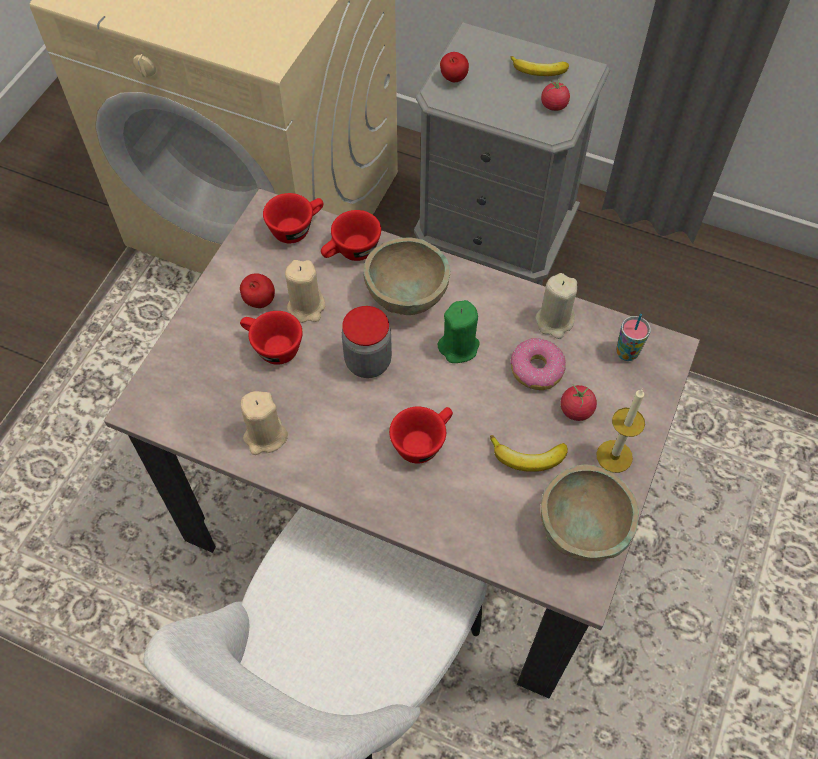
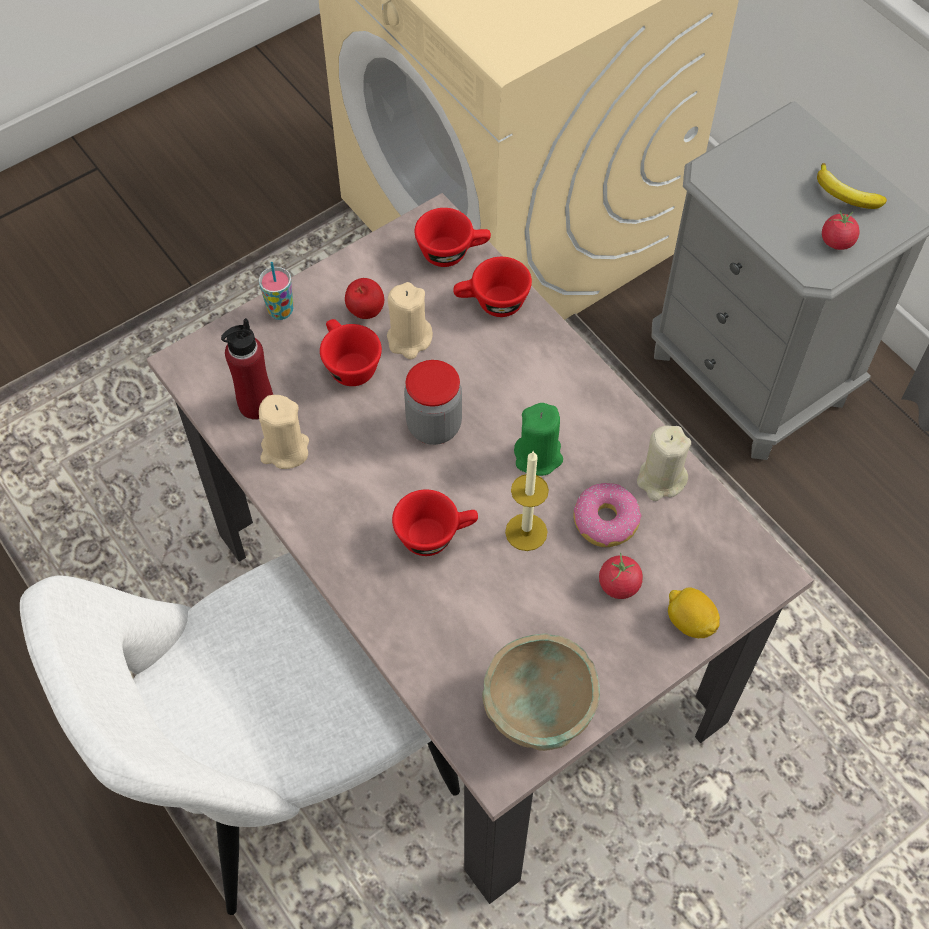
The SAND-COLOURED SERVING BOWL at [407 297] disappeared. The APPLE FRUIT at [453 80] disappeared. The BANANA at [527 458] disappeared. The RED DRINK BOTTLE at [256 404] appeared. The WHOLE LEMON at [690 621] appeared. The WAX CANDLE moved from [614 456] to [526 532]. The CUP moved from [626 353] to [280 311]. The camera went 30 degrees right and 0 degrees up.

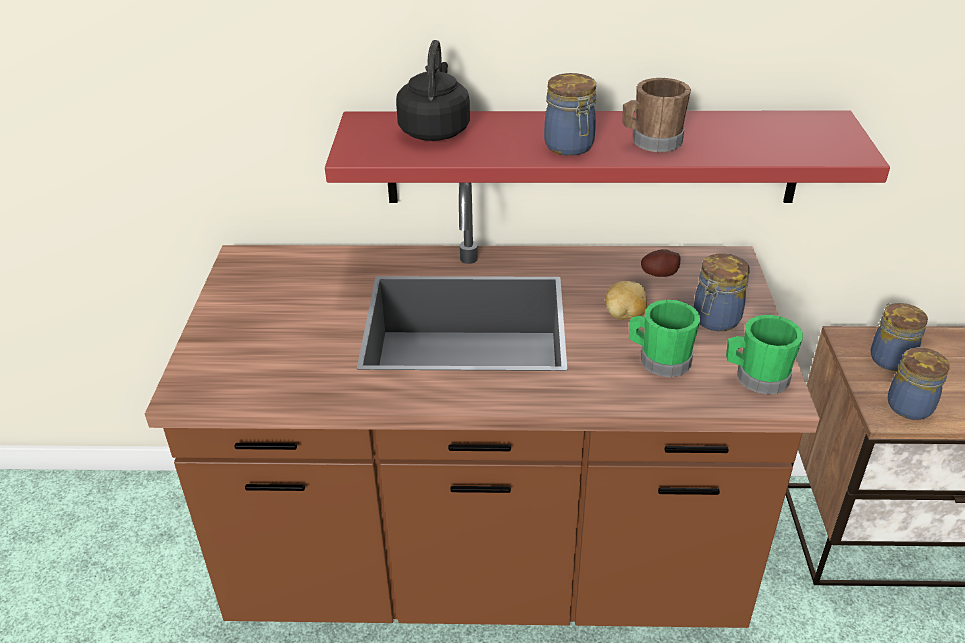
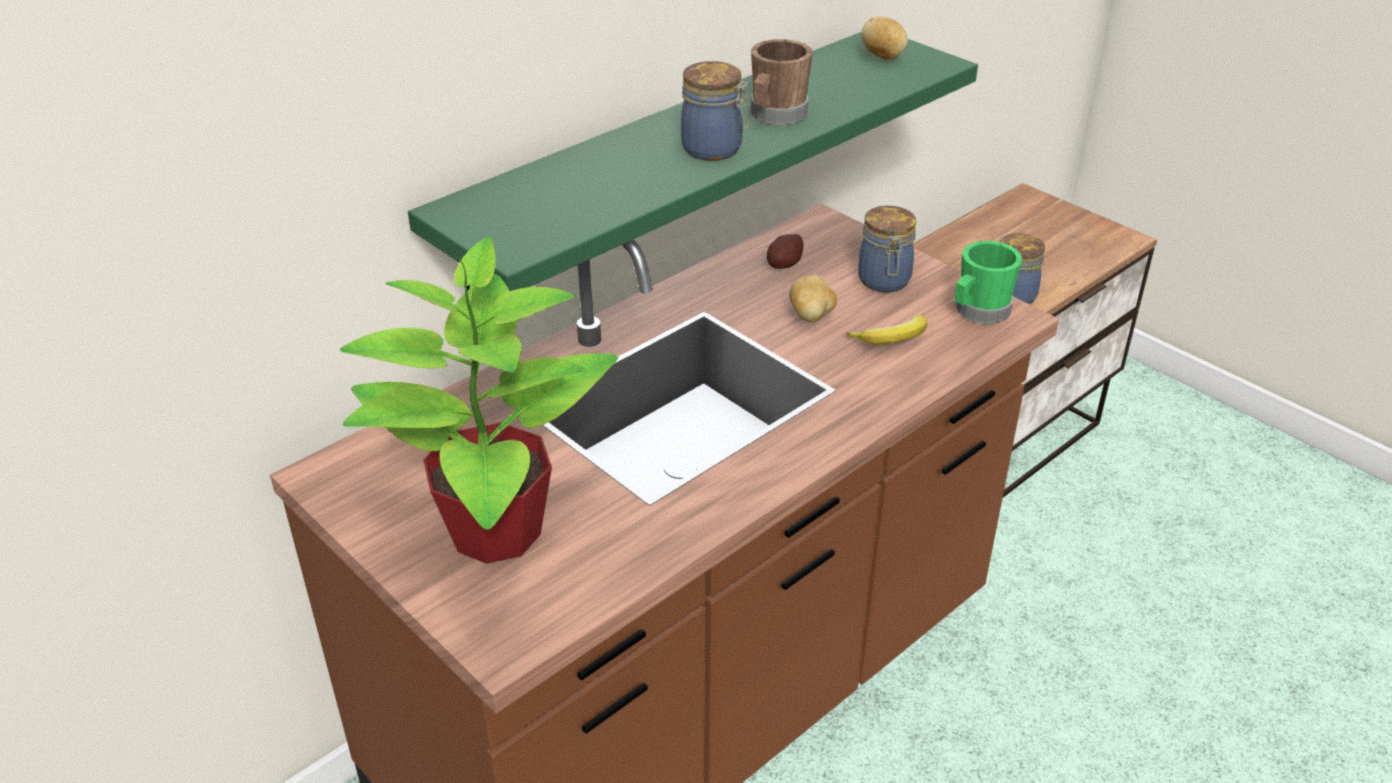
The BLACK-COLOURED KETTLE at [435 129] disappeared. The JAR at [889 358] disappeared. The PLANT IN A POT at [493 533] appeared. The WHOLE POTATO at [883 57] appeared. The GREENISH COFFEE MUG at [659 360] was replaced by the BANANA at [892 339]. The RED WALL SHELF at [592 157] became the GREENISH WALL SHELF at [672 163]. The camera went 45 degrees left and 0 degrees up.

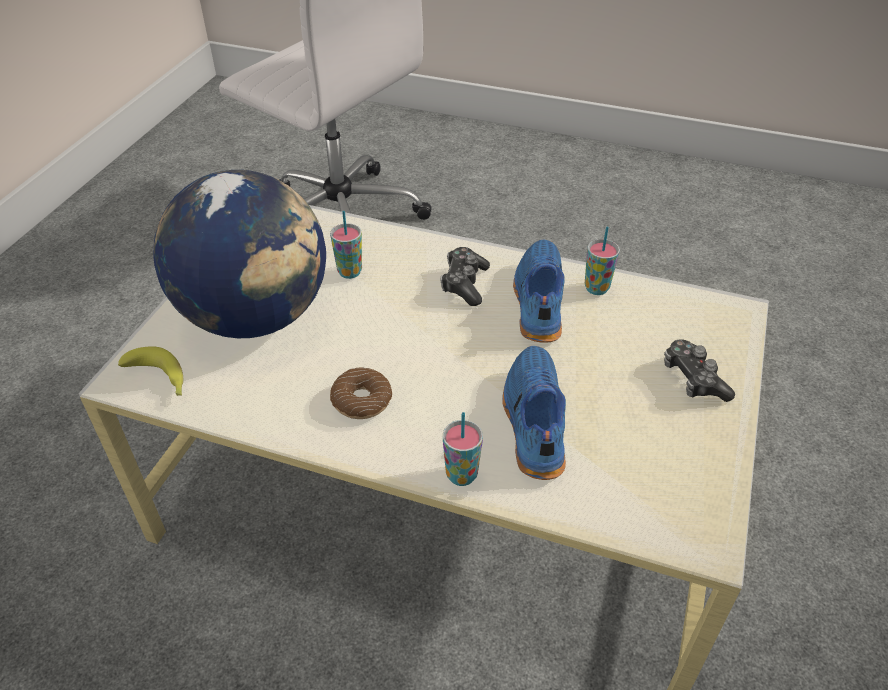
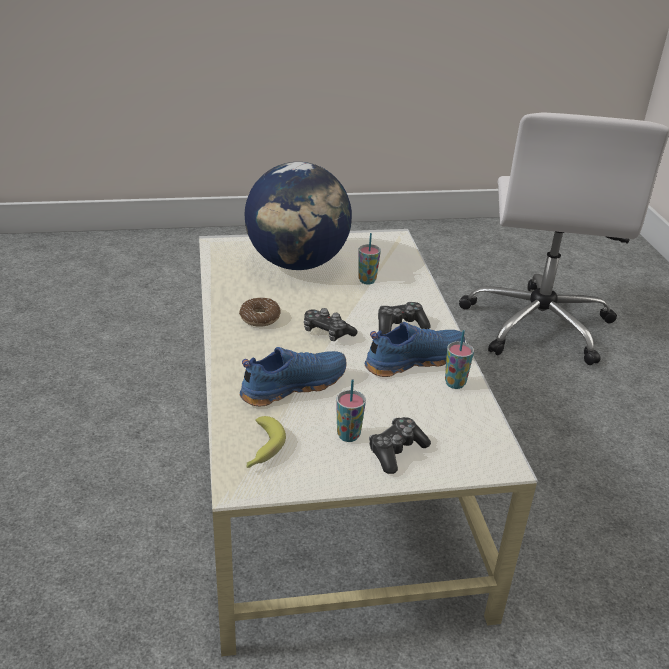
The GAMEPAD at [327 332] appeared. The BANANA moved from [159 379] to [261 449]. The CUP moved from [461 475] to [348 435]. The camera went 60 degrees right and 10 degrees down.

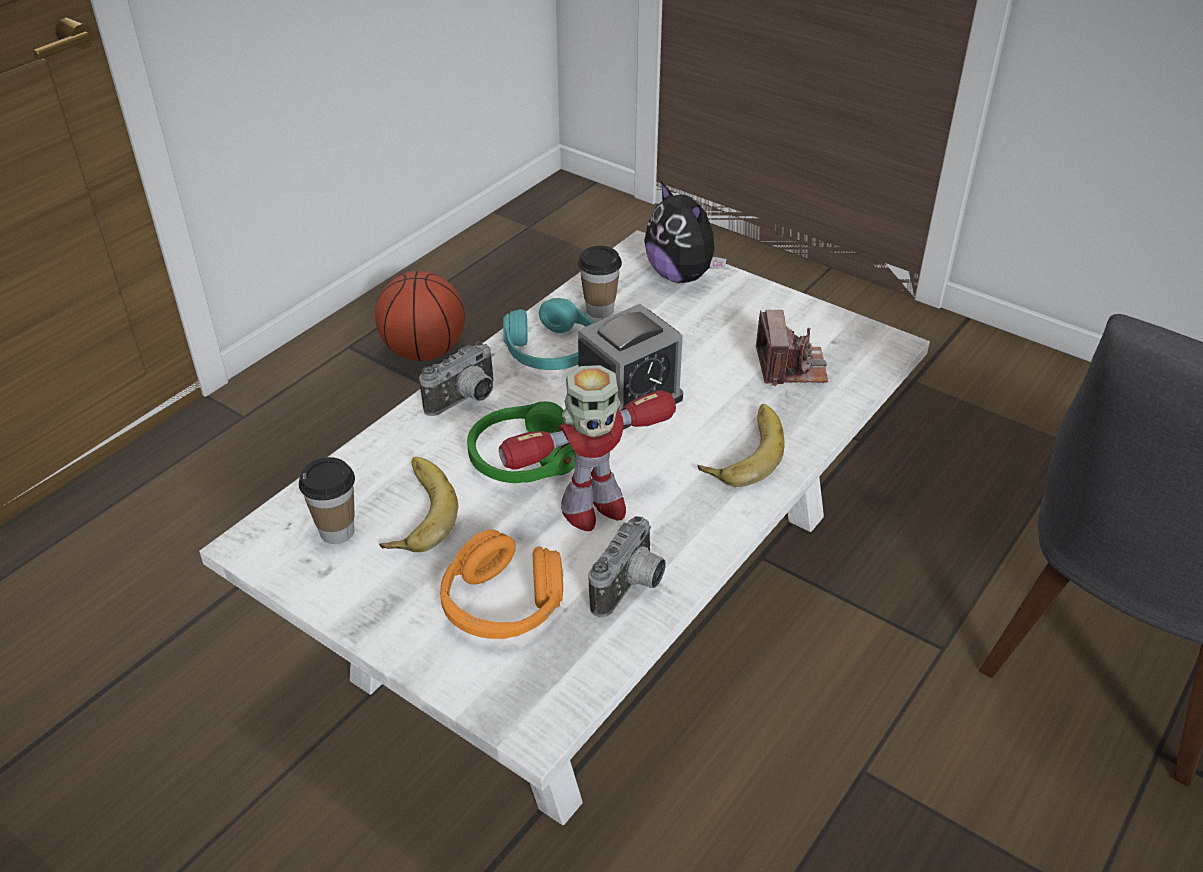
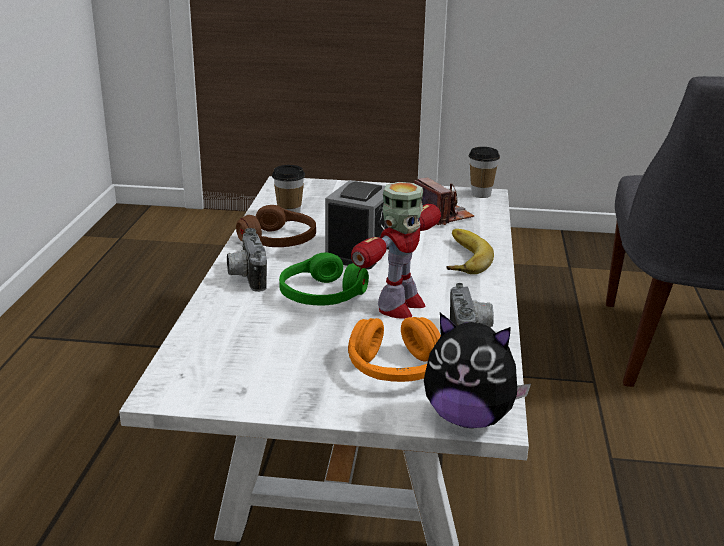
The BALL FOR BASKETBALL at [423 352] disappeared. The BANANA at [414 511] disappeared. The CUP moved from [337 531] to [481 194]. The PLUSH TOY moved from [681 276] to [469 418]. The TURQUOISE PAIR OF HEADPHONES at [552 350] became the BROWNISH PAIR OF HEADPHONES at [279 240]. The PHOTO CAMERA at [466 400] turned 150 degrees clockwise. The camera went 30 degrees left and 15 degrees down.

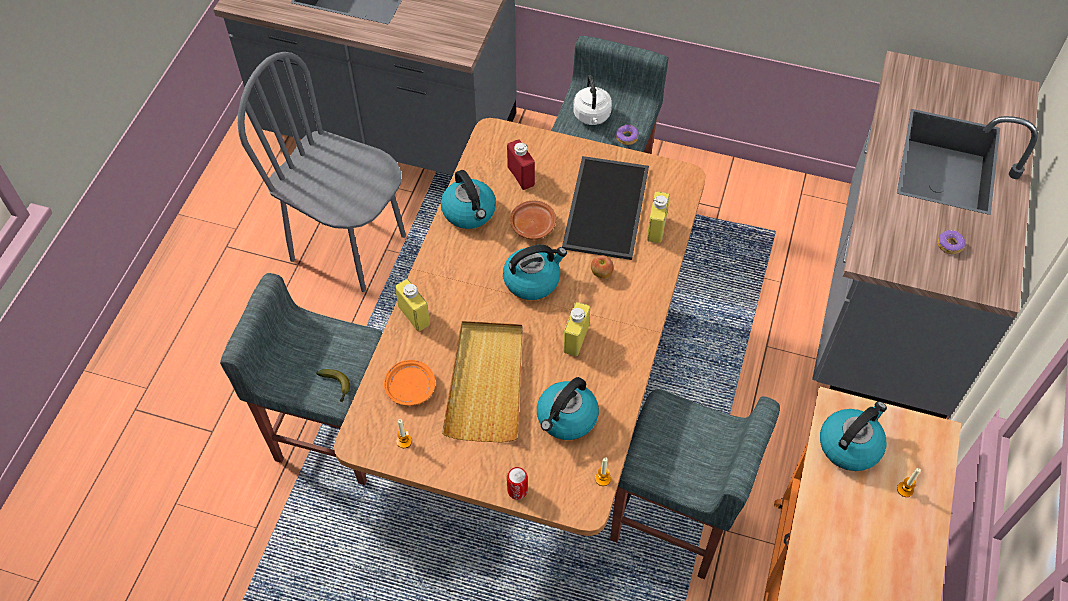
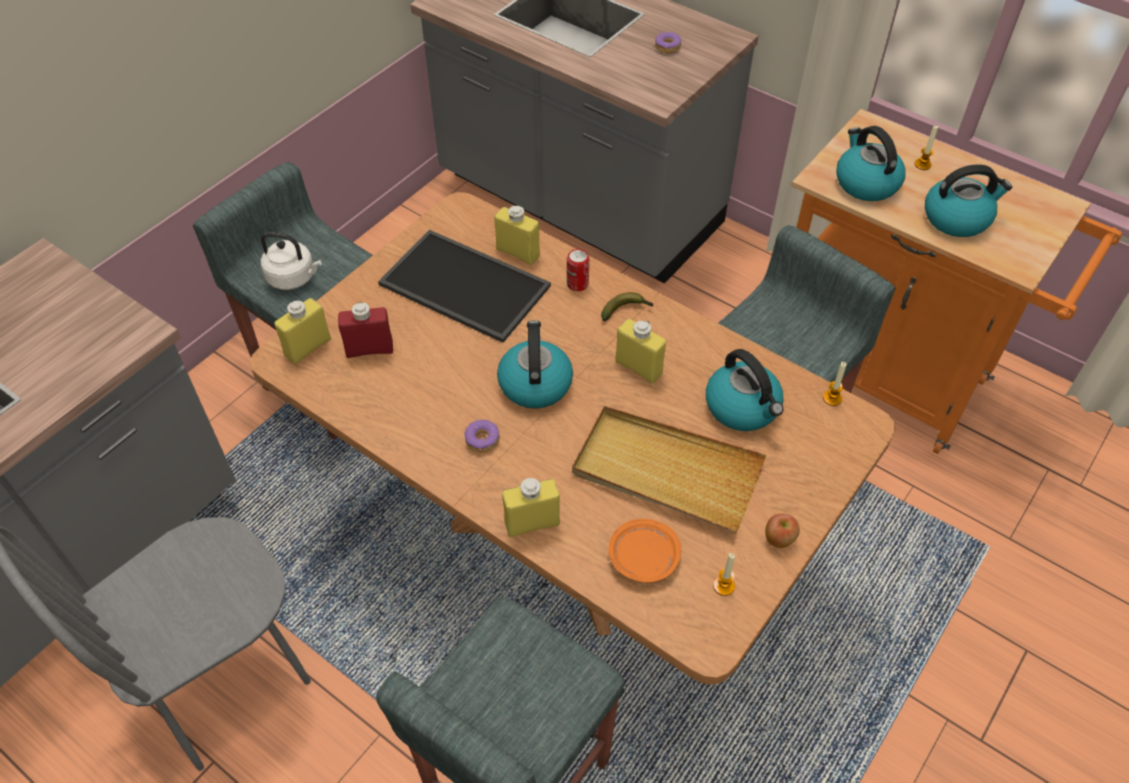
The BROWNISH DINNER PLATE at [533 224] disappeared. The YELLOW-COLOURED DRINK BOTTLE at [308 347] appeared. The BANANA moved from [336 386] to [626 310]. The KETTLE moved from [469 212] to [957 218]. The SEALED CAN moved from [517 490] to [577 284]. The APPLE FRUIT moved from [601 274] to [779 540]. The DOUGHNUT moved from [626 137] to [482 440]. The camera went 70 degrees left and 5 degrees down.

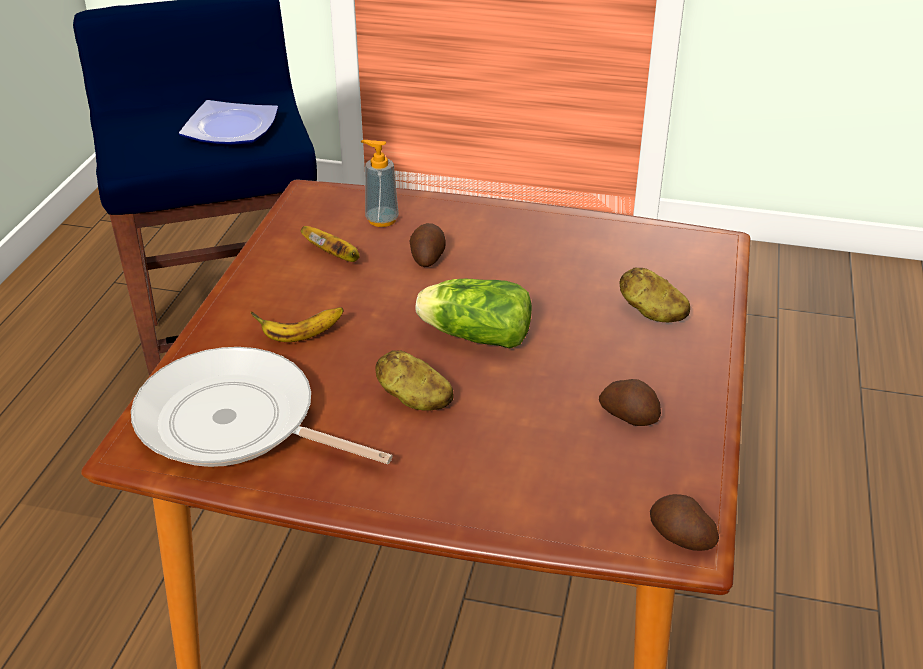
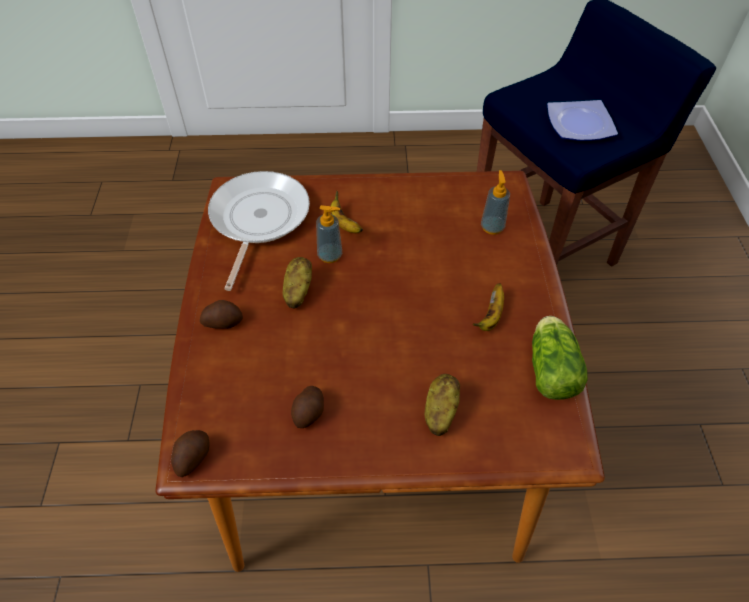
The SOAP BOTTLE at [330 255] appeared. The BANANA moved from [335 256] to [491 316]. The WHOLE POTATO moved from [427 257] to [223 321]. The HEAD OF LETTUCE moved from [472 335] to [551 367]. The camera went 75 degrees right and 15 degrees up.

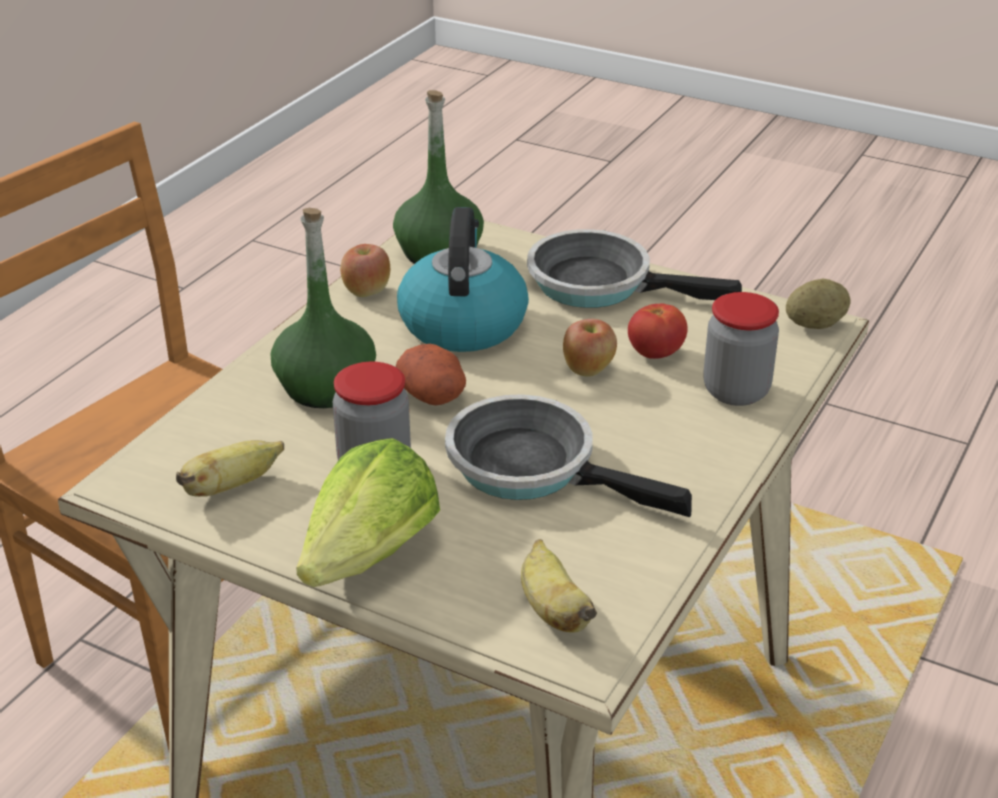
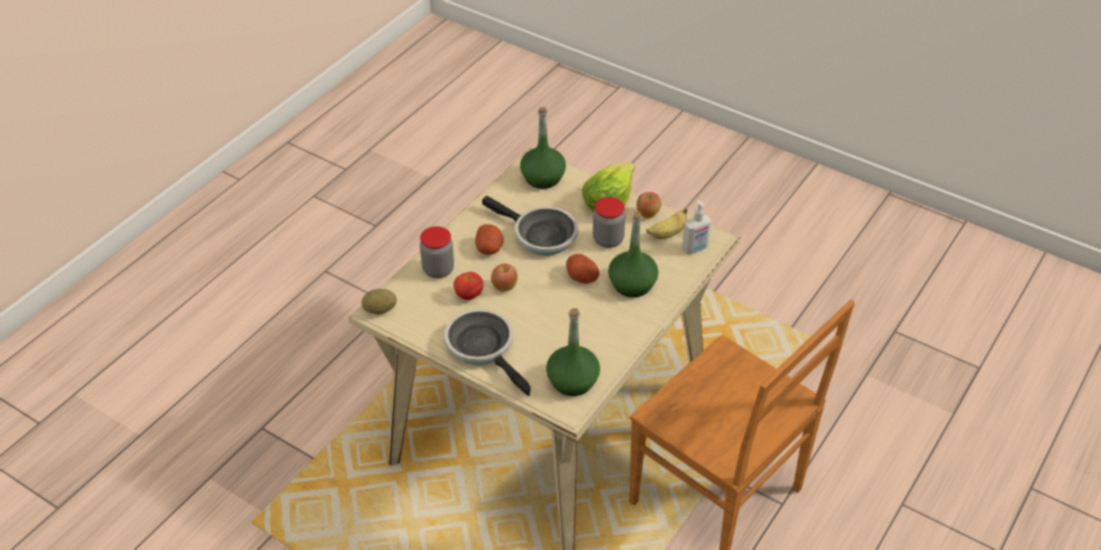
The KETTLE at [462 323] disappeared. The WHOLE POTATO at [489 248] appeared. The SOAP BOTTLE at [695 249] appeared. The APPLE FRUIT moved from [366 291] to [648 214]. The BANANA at [553 610] was replaced by the GREENISH DRINK BOTTLE at [542 178]. The PAN at [600 284] turned 150 degrees counterclockwise. The camera went 175 degrees left and 10 degrees up.

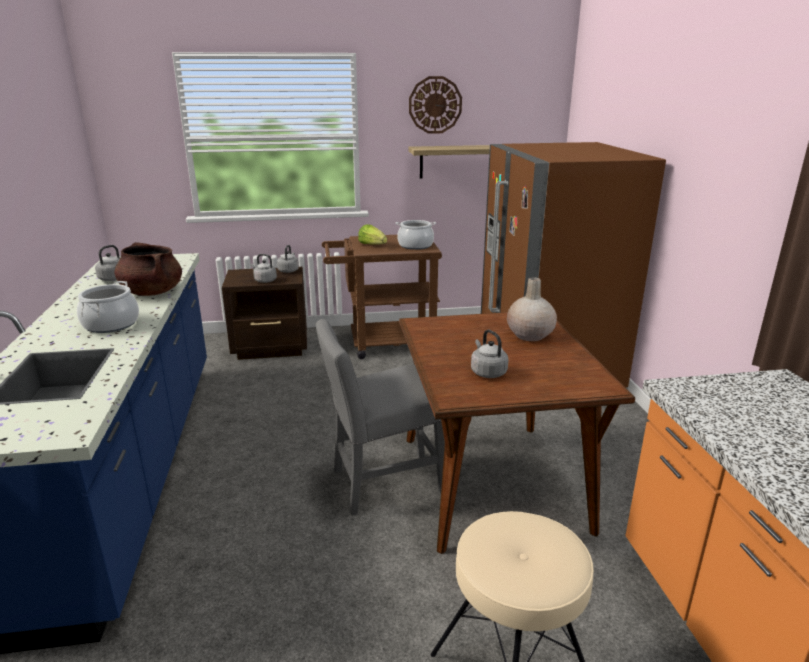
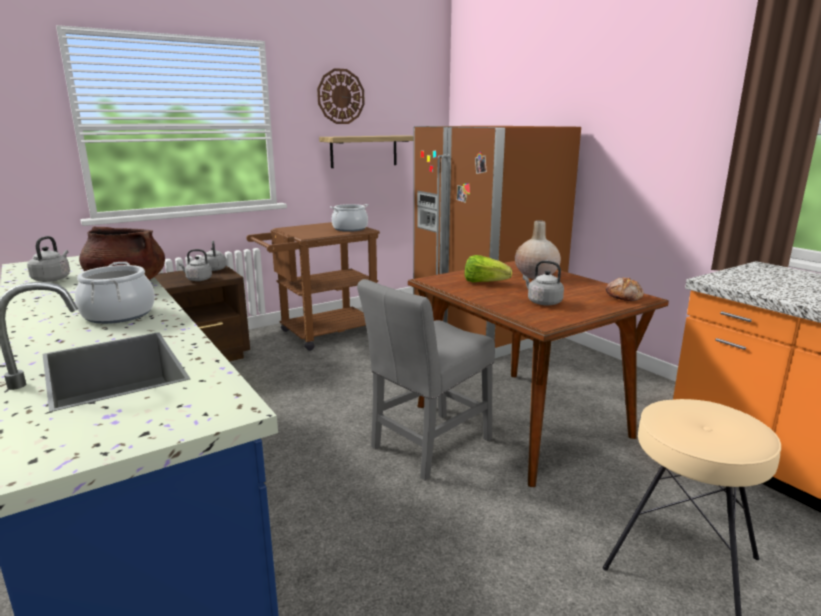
The BAKED BREAD at [624 297] appeared. The HEAD OF LETTUCE moved from [372 245] to [484 282]. The camera went 25 degrees left and 5 degrees down.

